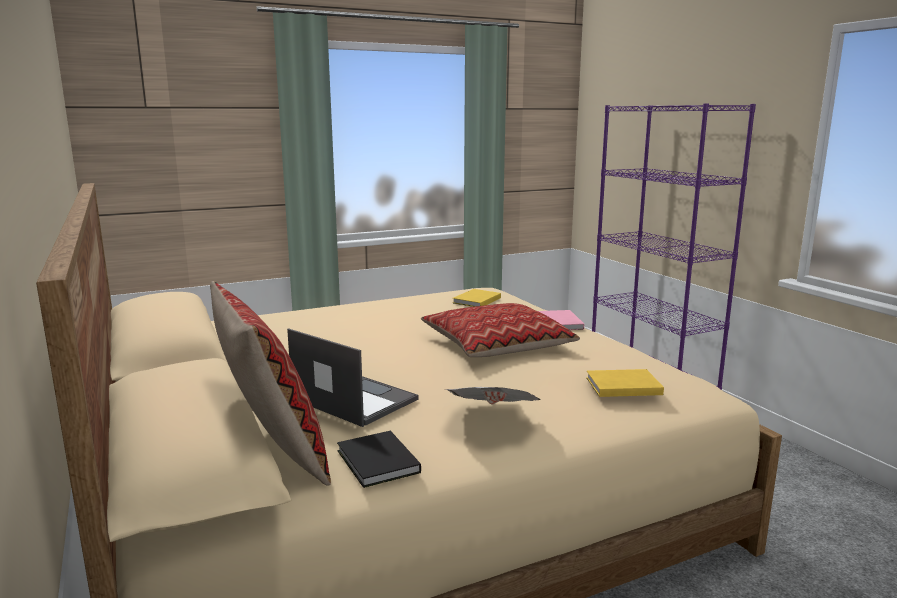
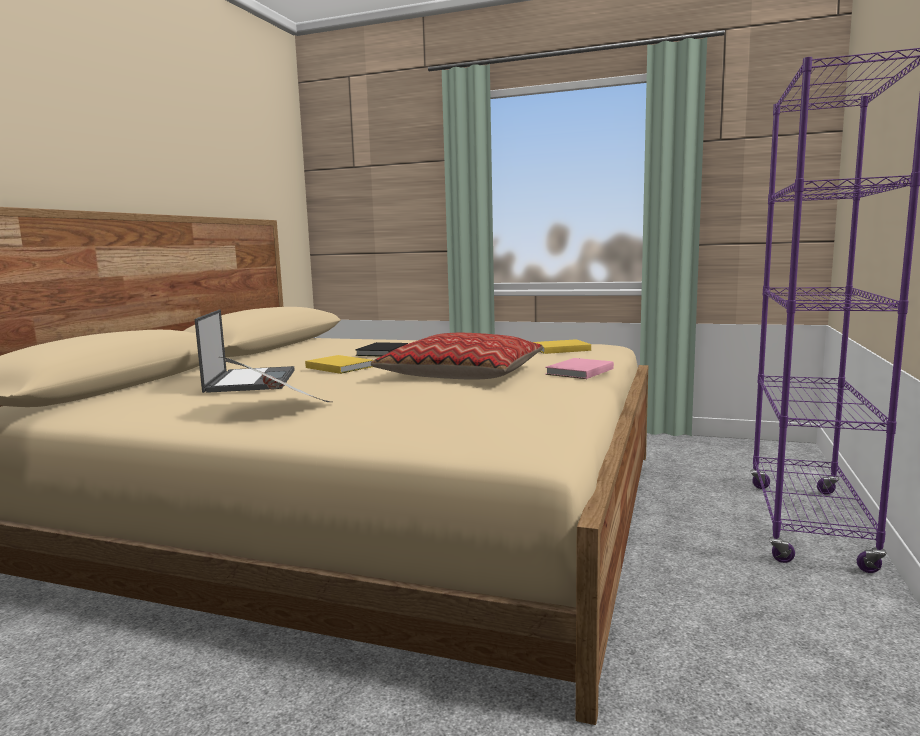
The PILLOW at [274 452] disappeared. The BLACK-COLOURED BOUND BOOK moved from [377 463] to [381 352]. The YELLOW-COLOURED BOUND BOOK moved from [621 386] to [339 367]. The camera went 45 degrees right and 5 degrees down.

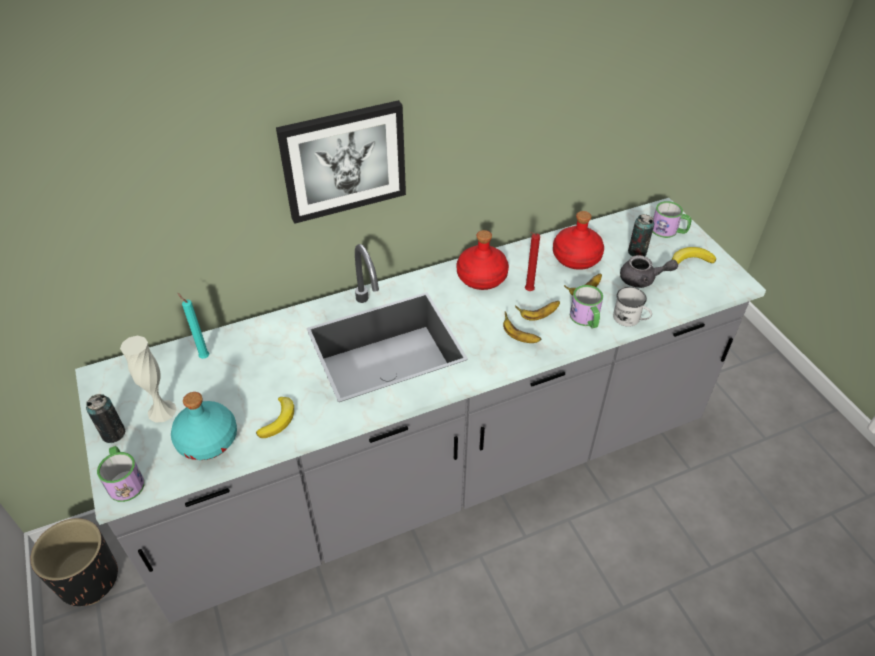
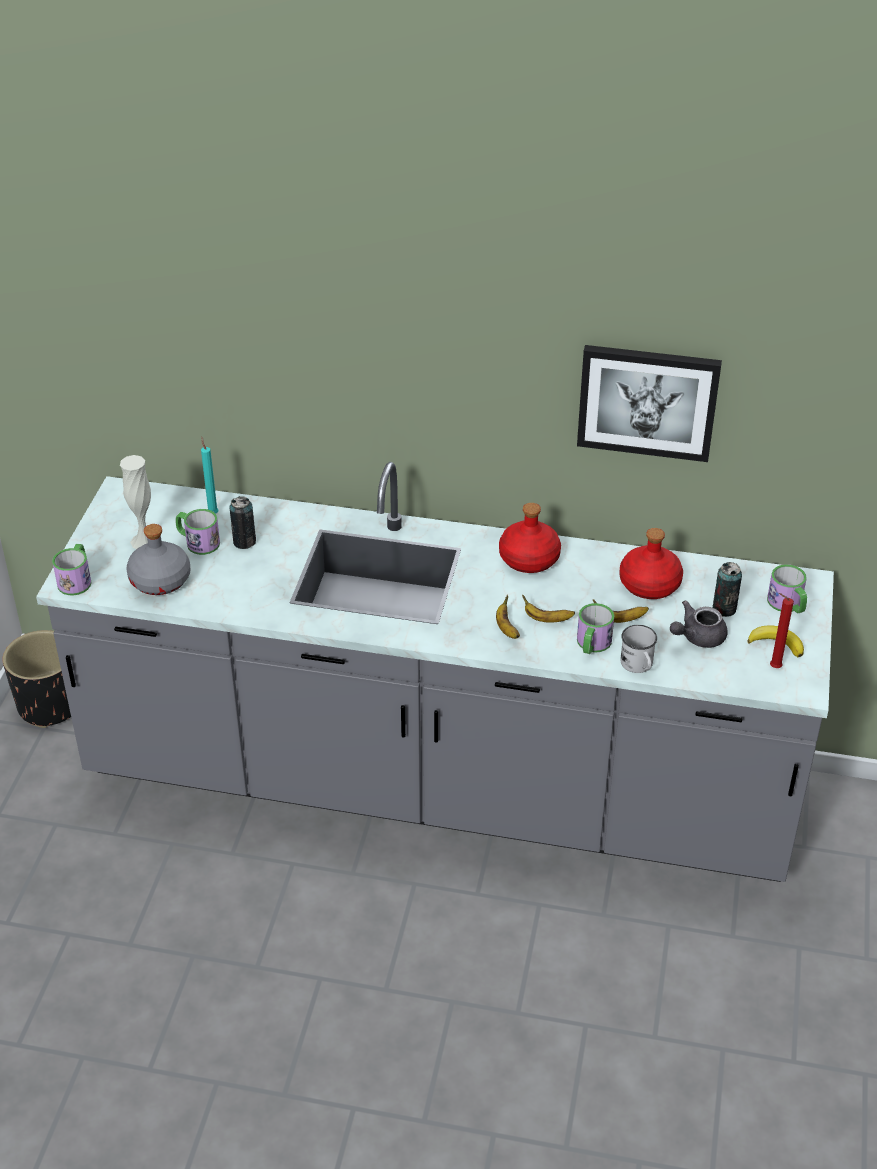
The BANANA at [278 420] disappeared. The COFFEE MUG at [198 542] appeared. The SEALED CAN moved from [113 433] to [244 542]. The PICTURE moved from [343 160] to [648 401]. The RED WAX CANDLE moved from [527 291] to [773 667]. The TURQUOISE DRINK BOTTLE at [208 440] became the GREY DRINK BOTTLE at [160 581]. The GREY TEA POT at [642 279] turned 105 degrees clockwise. The camera went 35 degrees right and 5 degrees down.

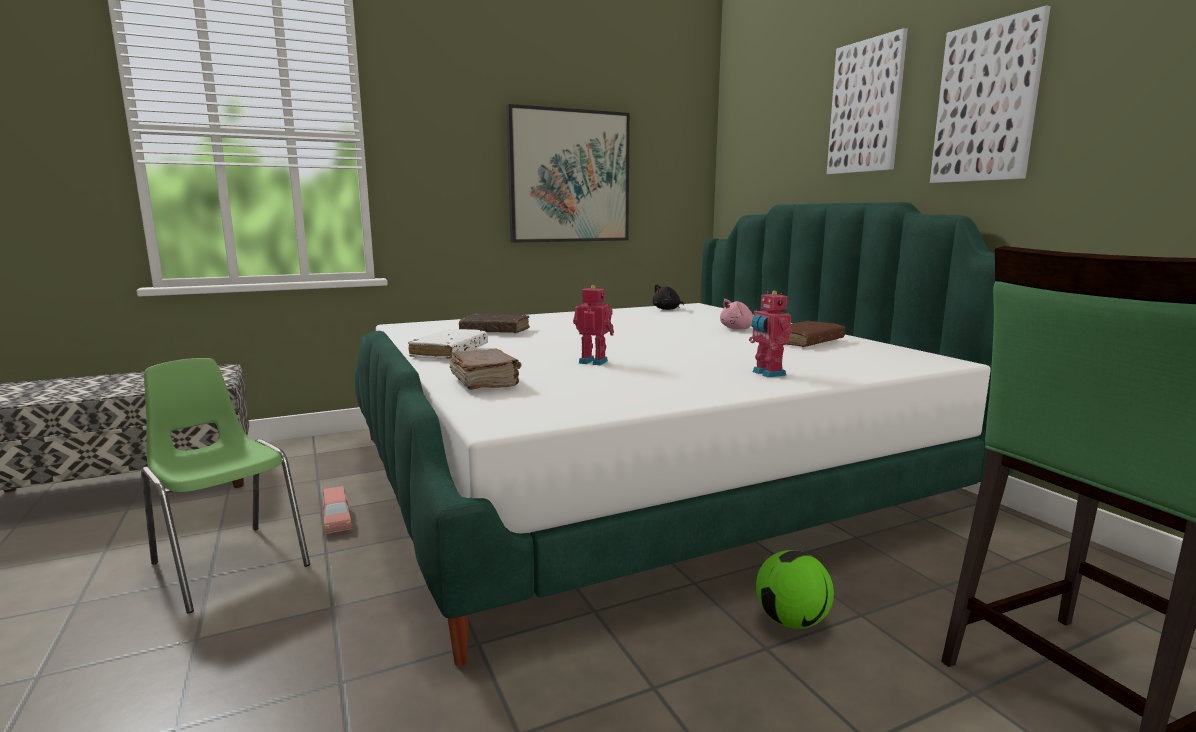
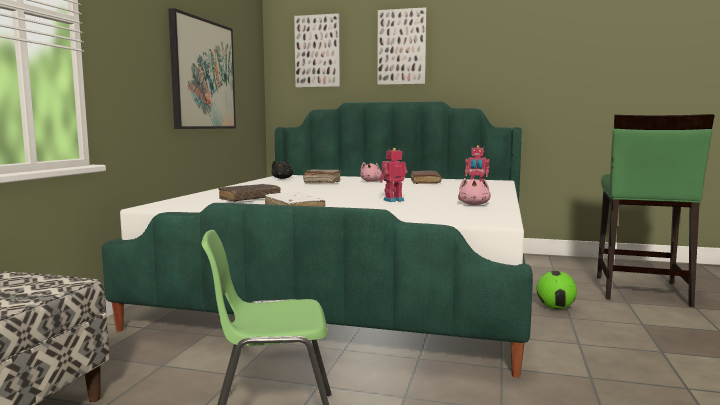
The PINK MINIATURE CAR at [337 521] disappeared. The PINK PLUSH TOY at [474 204] appeared. The BROWNISH BOUND BOOK moved from [485 383] to [322 183]. The PICTURE moved from [986 103] to [317 51]. The camera went 50 degrees left and 5 degrees down.

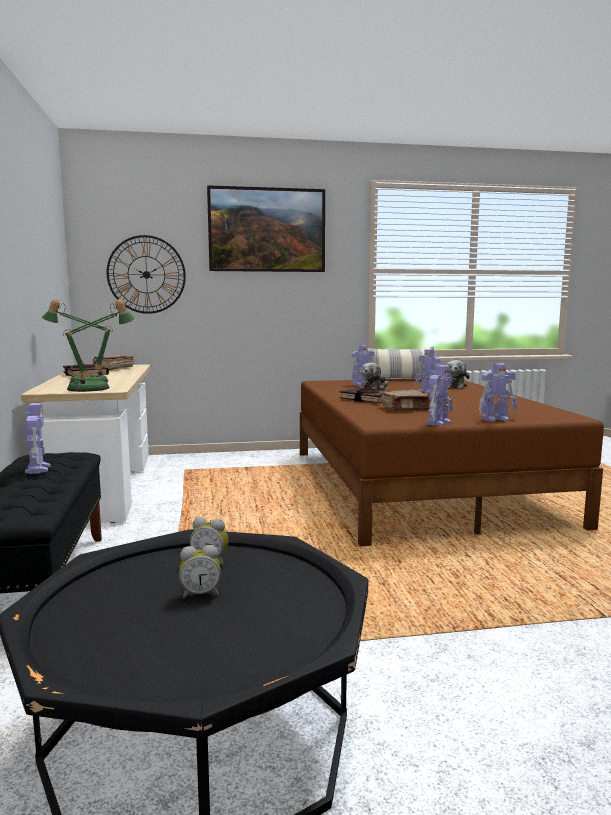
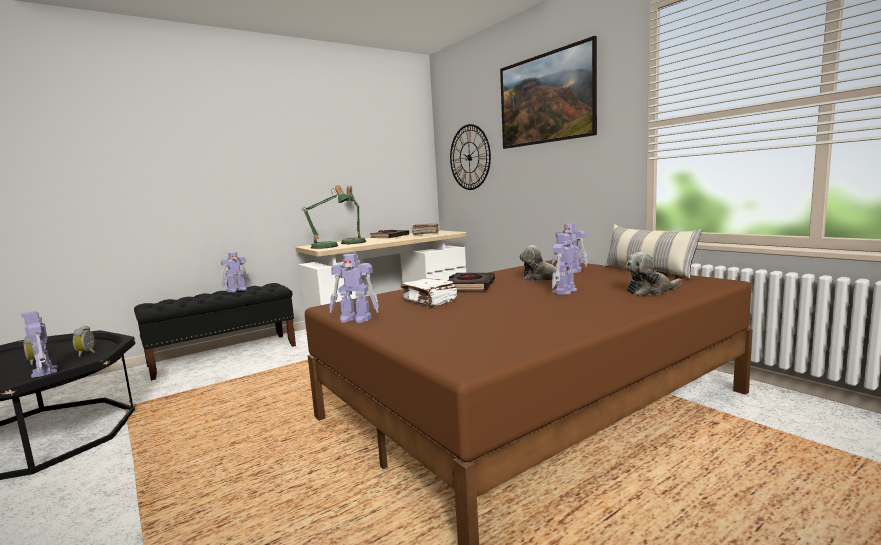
The MODEL ROBOT moved from [496 419] to [44 372]. The BROWNISH BOUND BOOK at [405 408] became the WHITE BOUND BOOK at [429 301]. The camera went 65 degrees right and 0 degrees up.

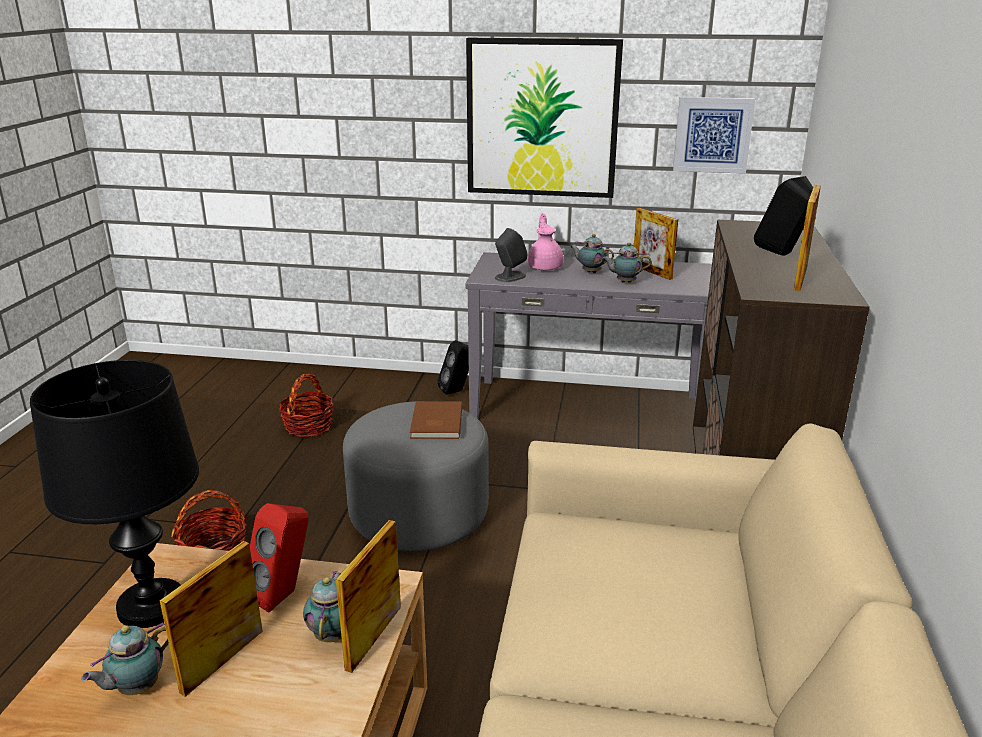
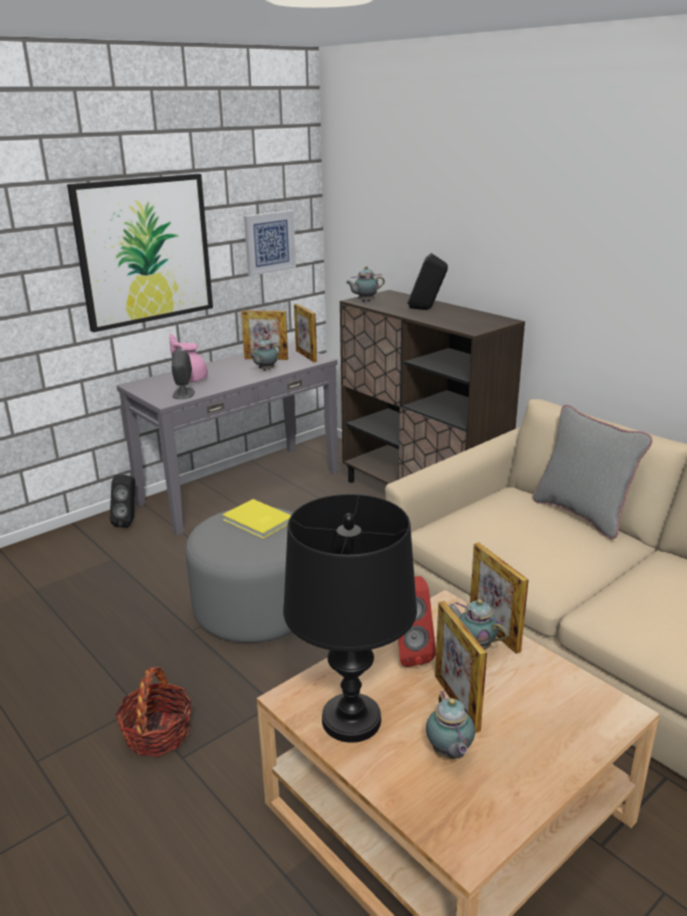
The STORAGE BASKET at [308 426] disappeared. The GREY PILLOW at [582 514] appeared. The TEA POT moved from [590 272] to [364 301]. The PHOTO FRAME moved from [800 278] to [306 356]. The BROWNISH BOUND BOOK at [435 423] became the YELLOW-COLOURED BOUND BOOK at [257 521]. The camera went 50 degrees left and 0 degrees up.

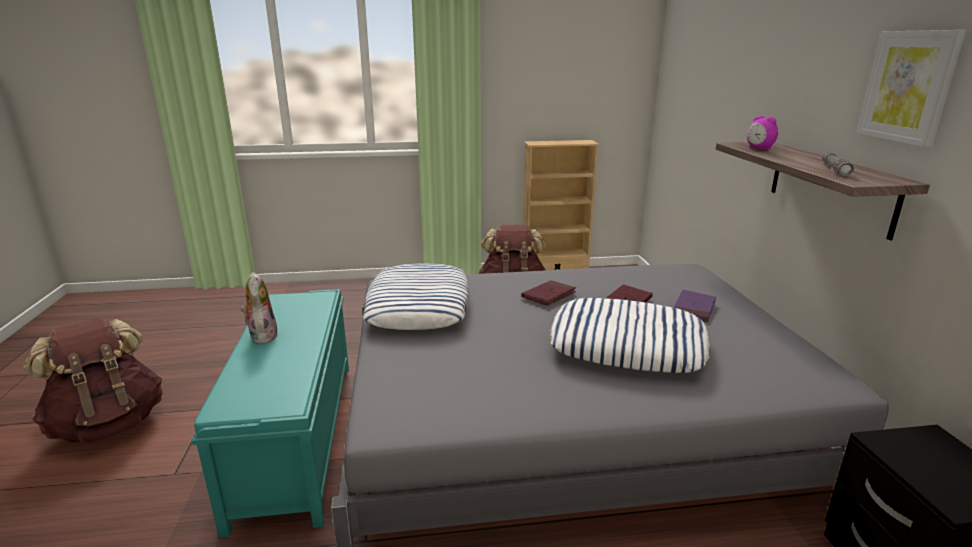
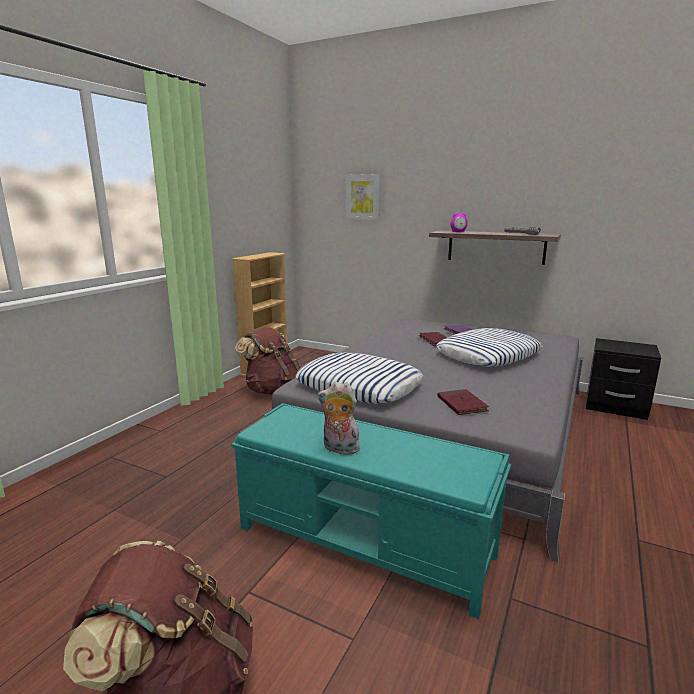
The RED BOUND BOOK moved from [549 295] to [461 404]. The PICTURE moved from [909 87] to [363 197]. The camera went 55 degrees left and 5 degrees down.

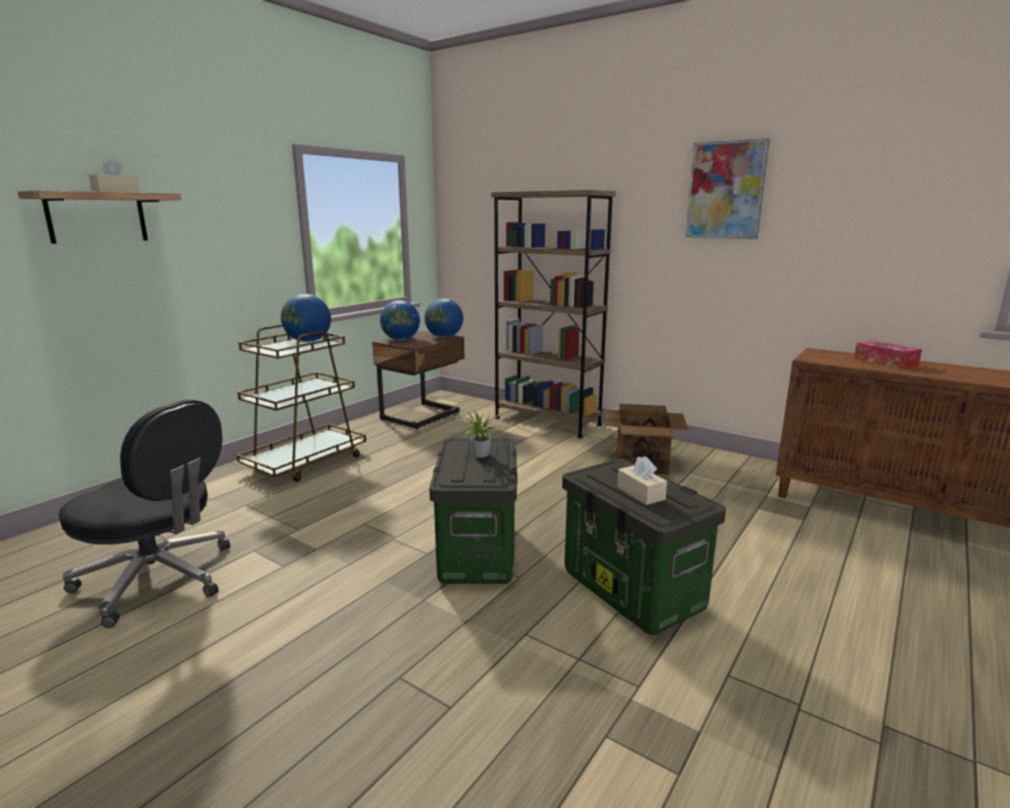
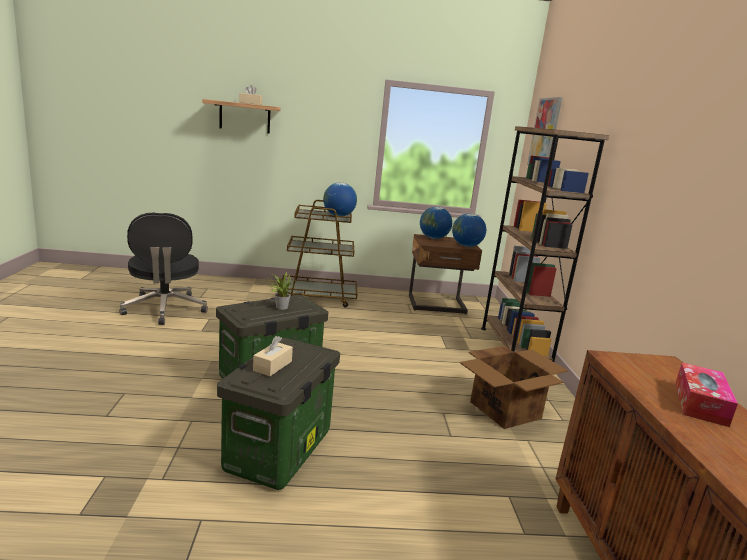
The PICTURE moved from [726 190] to [545 133]. The camera went 50 degrees right and 0 degrees up.

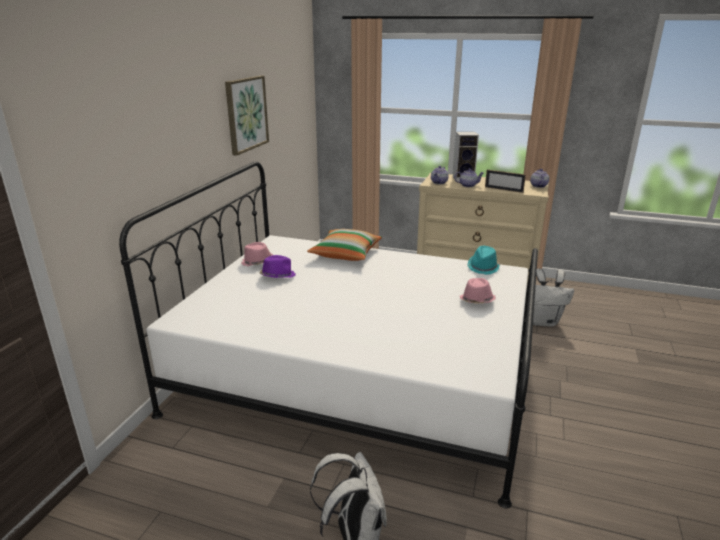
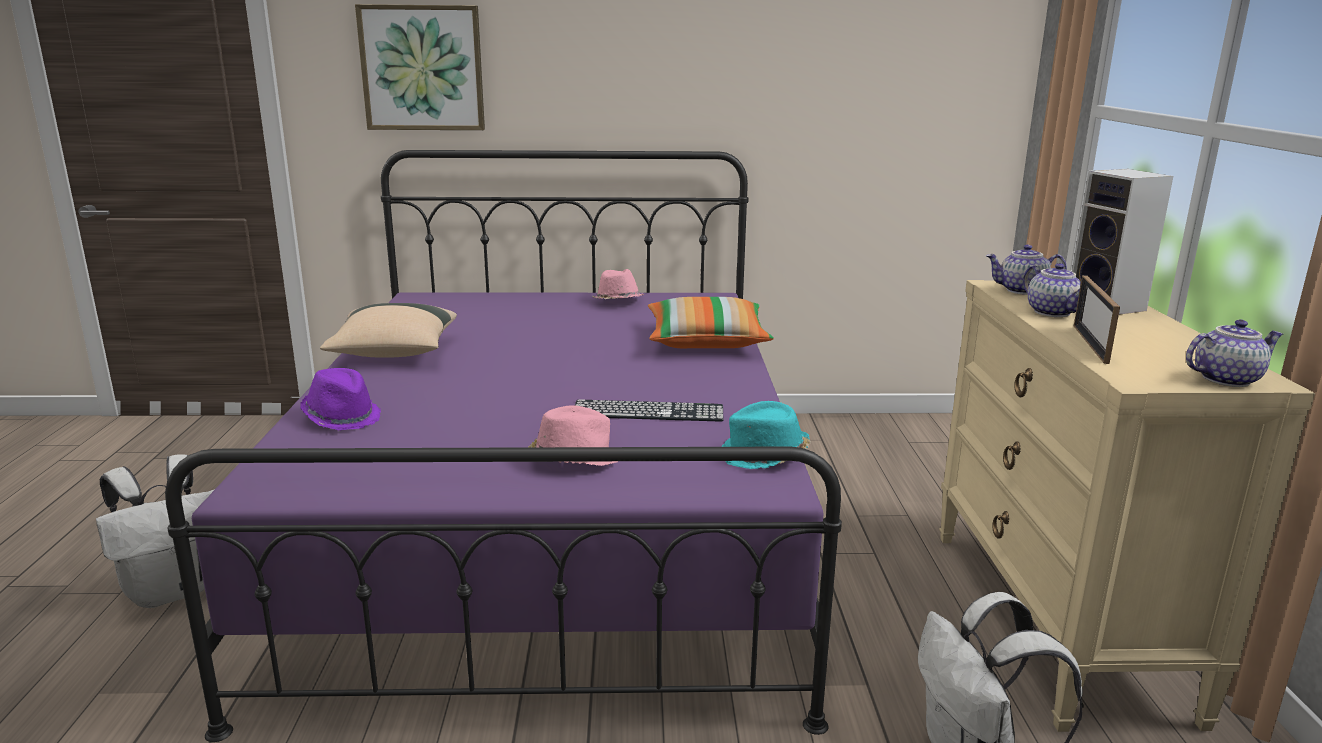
The SAND-COLOURED PILLOW at [394 353] appeared. The COMPUTER KEYBOARD at [648 411] appeared. The PICTURE moved from [246 114] to [422 68]. The PURPLISH CLOTHING HAT moved from [277 276] to [342 417]. The WHITE BED at [357 375] became the PURPLISH BED at [553 528]. The camera went 70 degrees right and 5 degrees down.

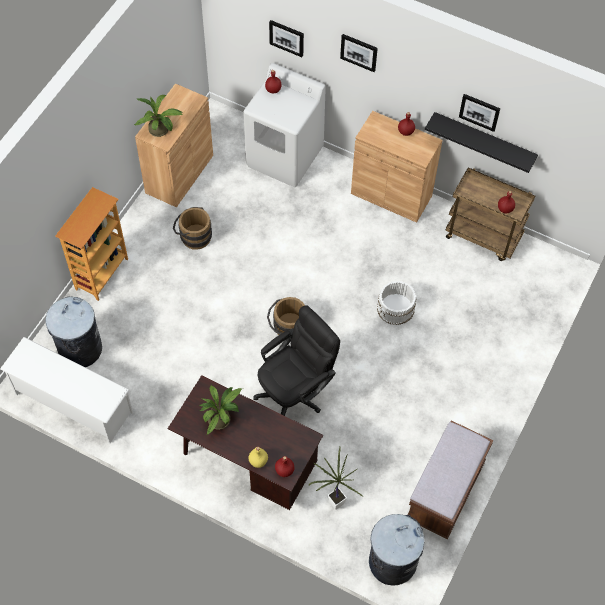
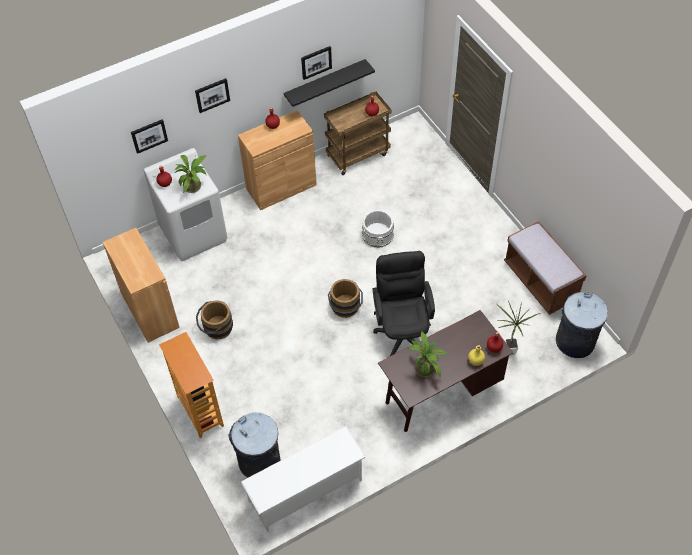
The PLANT IN A POT moved from [161 131] to [194 186]. The camera went 55 degrees left and 5 degrees down.

